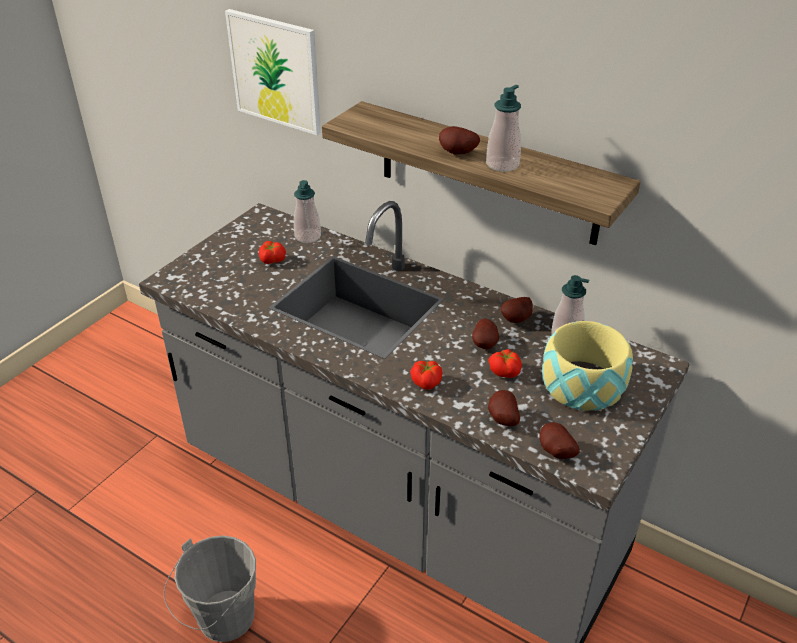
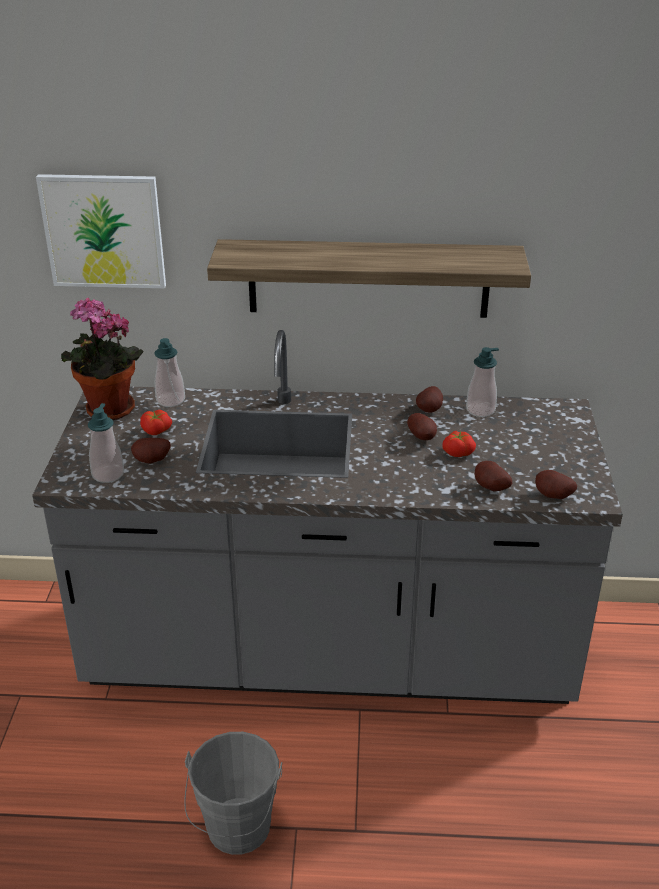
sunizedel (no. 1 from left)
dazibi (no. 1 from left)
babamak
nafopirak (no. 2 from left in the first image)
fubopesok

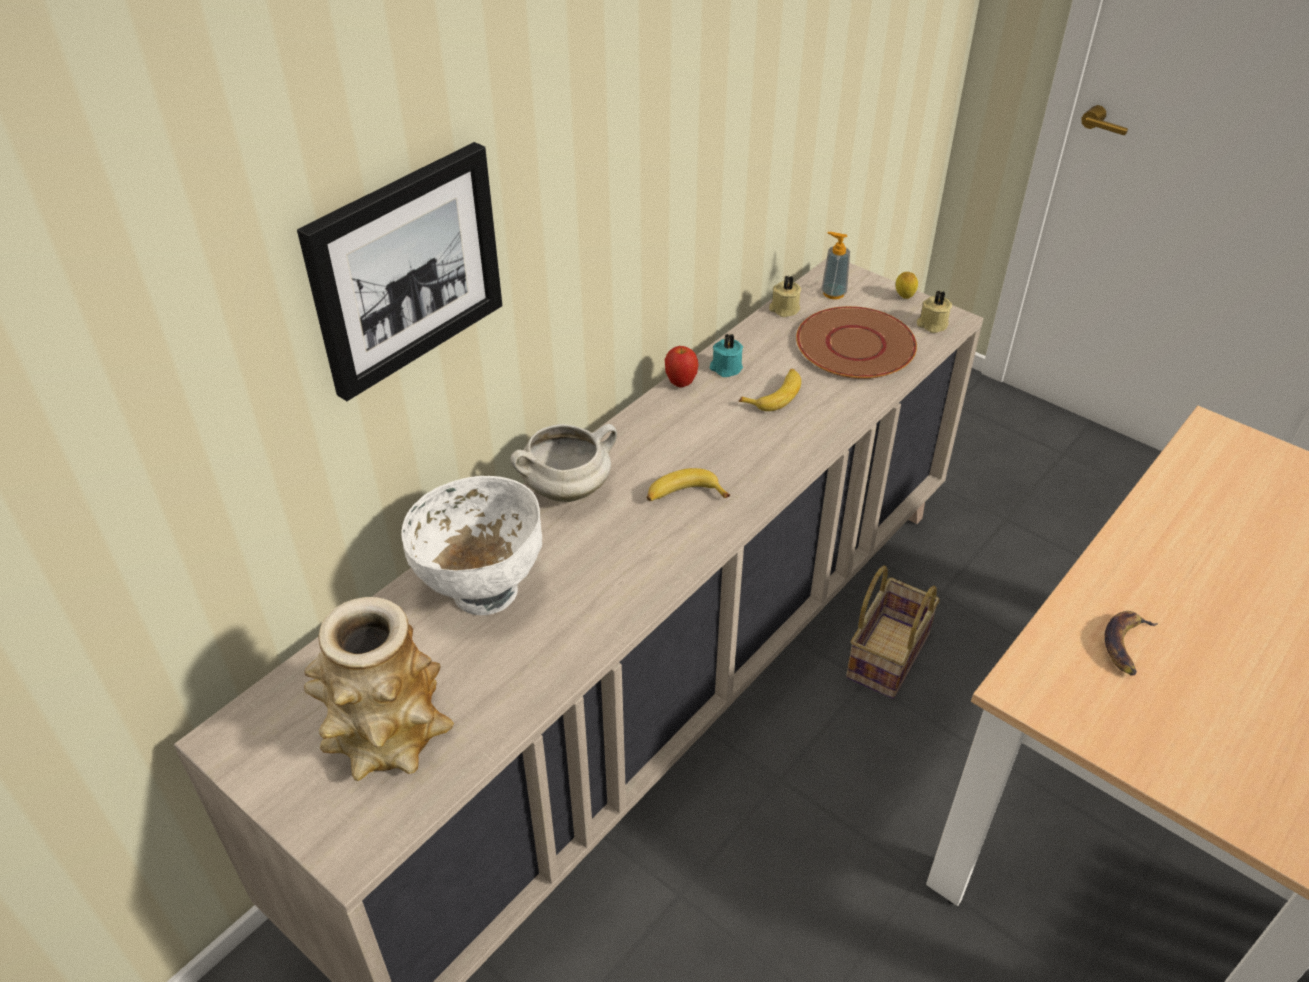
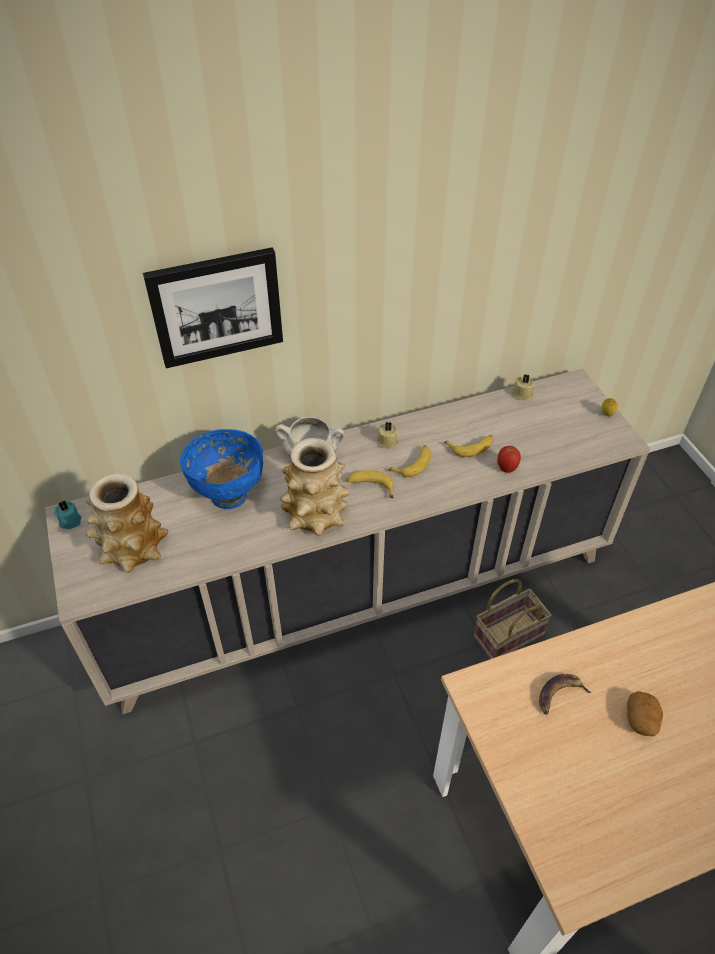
sunizedel
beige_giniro (no. 1 from left)
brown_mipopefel
turquoise_giniro
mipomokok
blue_babamak
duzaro (no. 2 from left)
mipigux (no. 2 from left)
dazibi

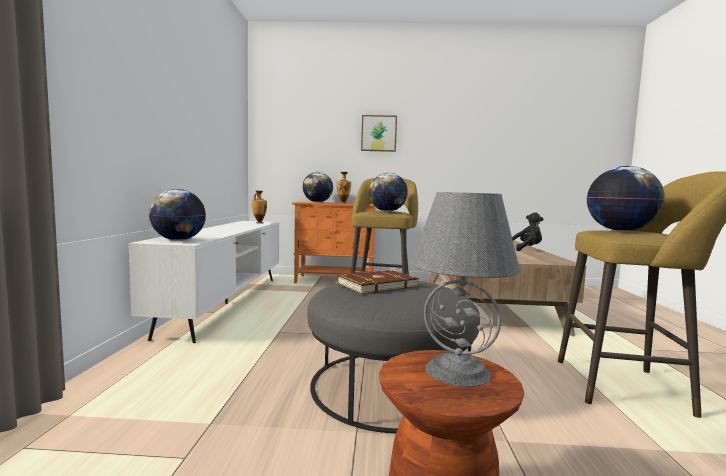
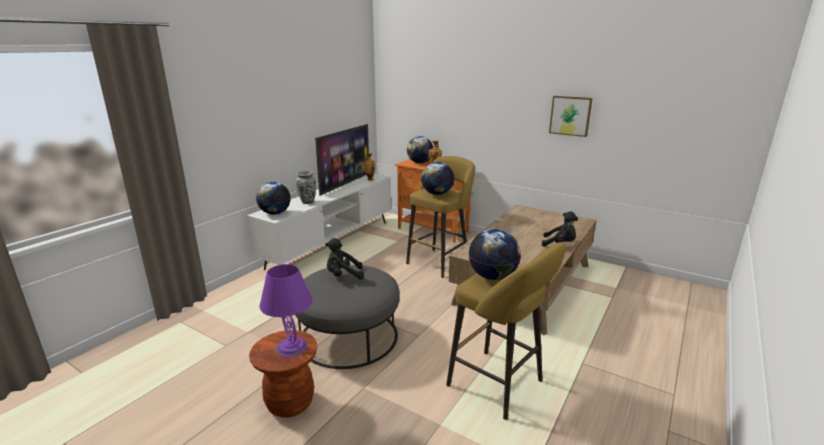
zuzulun
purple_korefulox
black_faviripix (no. 1 from left)
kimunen
duzaro (no. 1 from left)

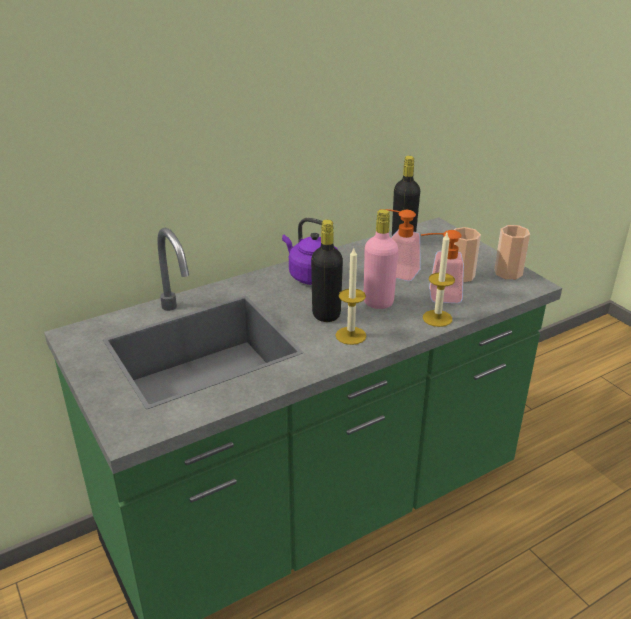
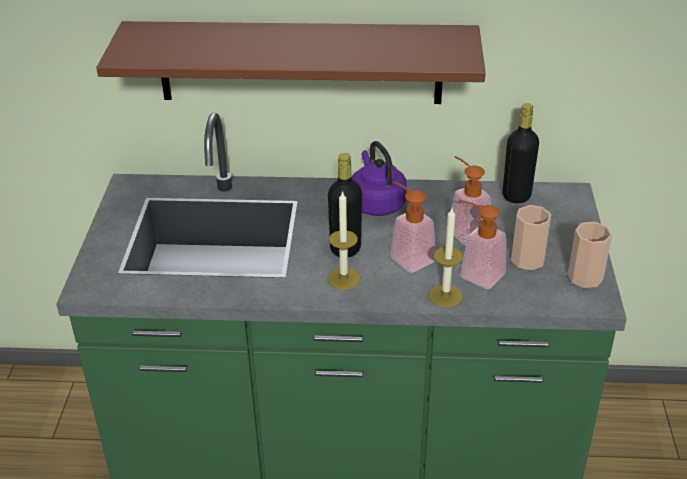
sunizedel (no. 1 from left)
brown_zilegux

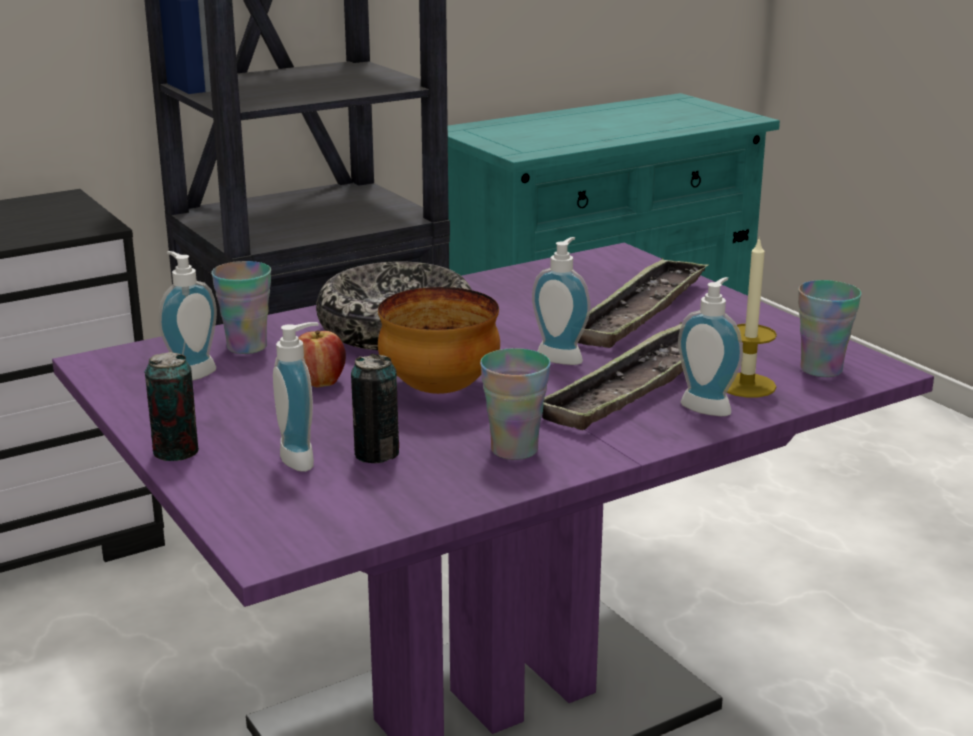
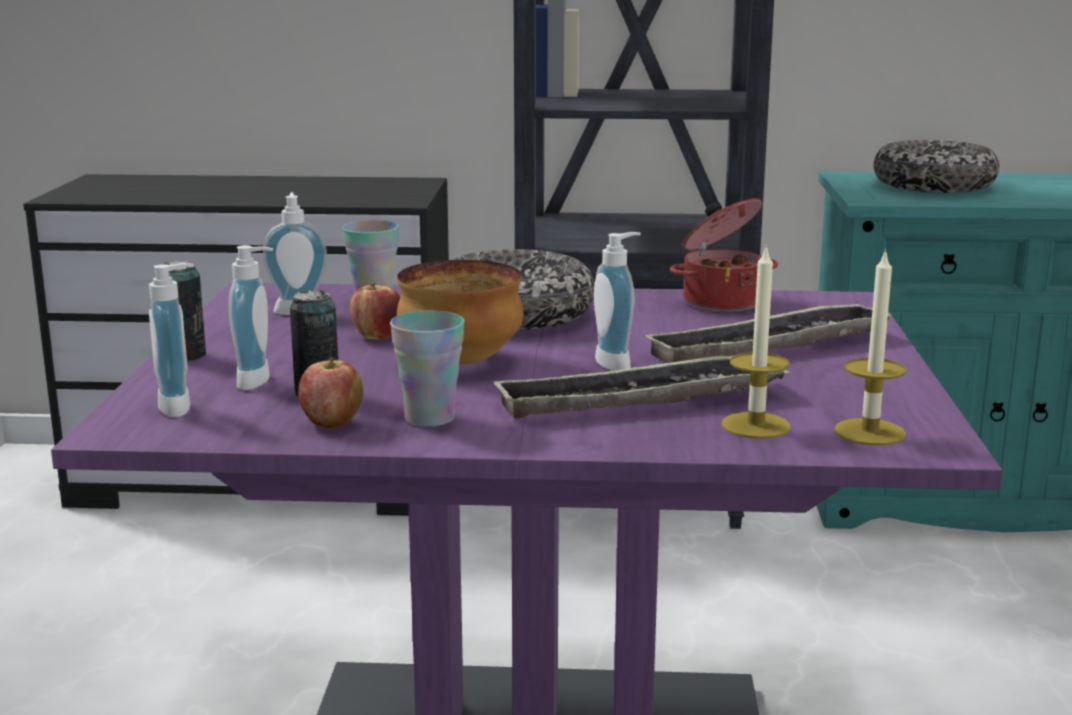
sunizedel (no. 1 from left)
giniro (no. 2 from left)
babamak (no. 3 from left)
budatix
mipomokok (no. 1 from left)

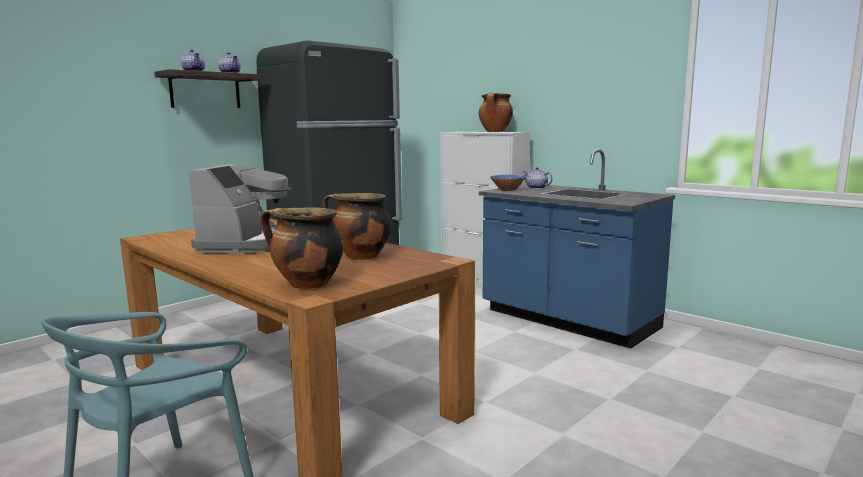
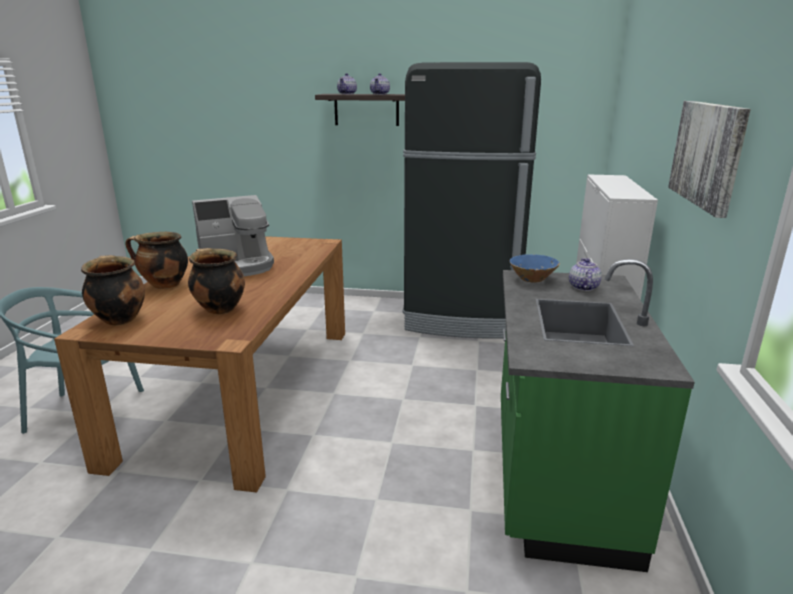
budatix (no. 2 from left)
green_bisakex
zuzulun

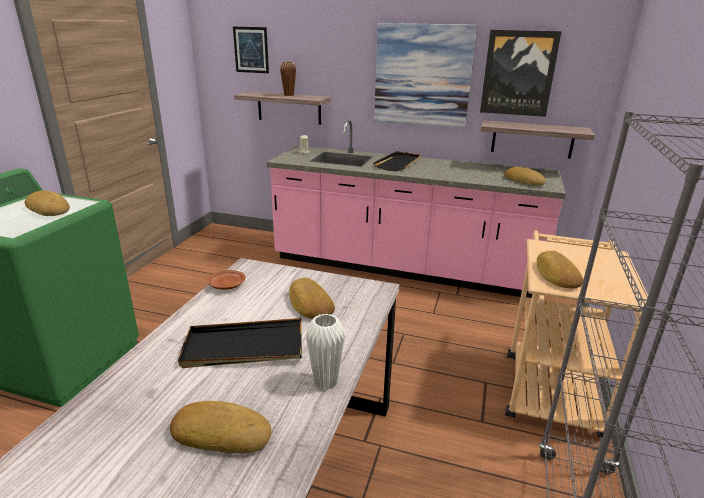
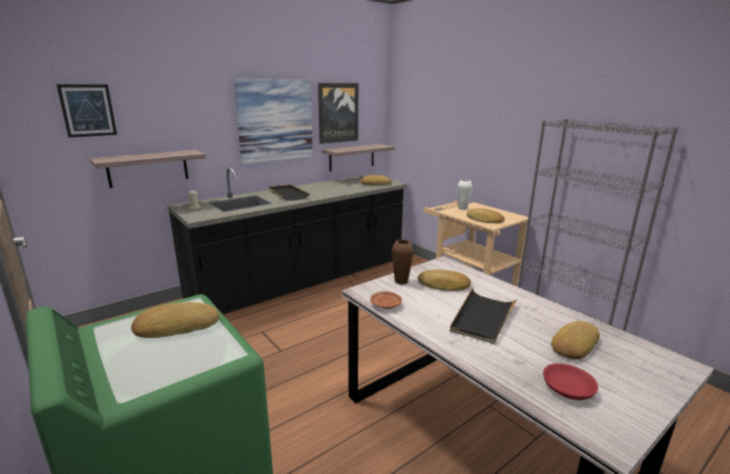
brown_duzaro
black_bisakex
white_duzaro
red_babamak

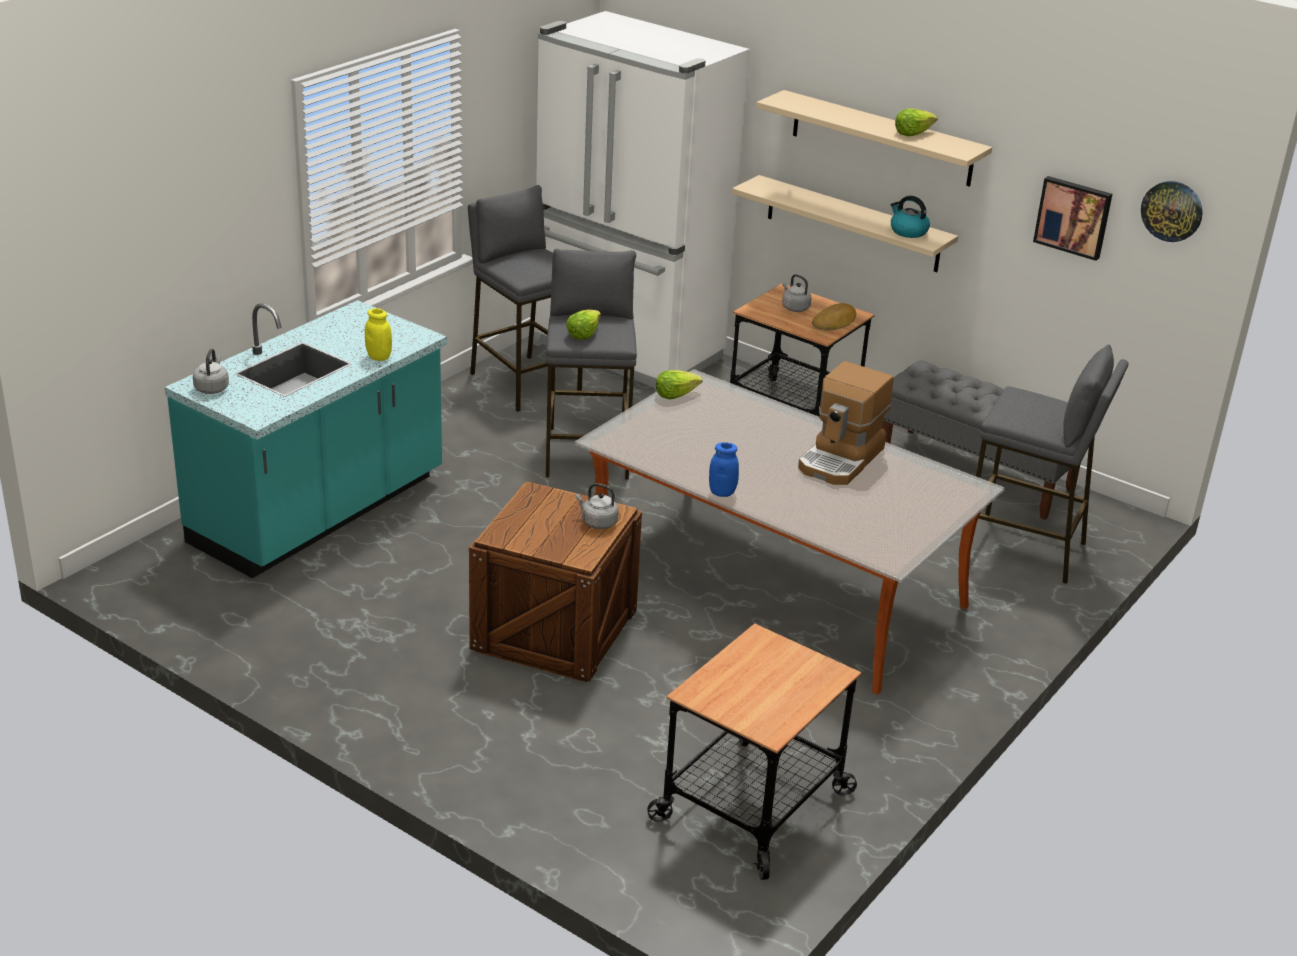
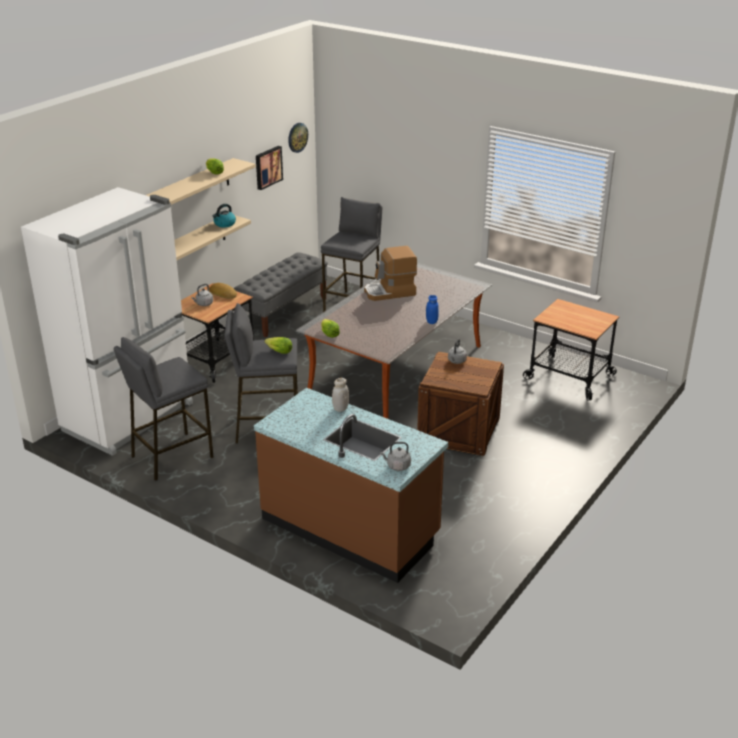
brown_bisakex
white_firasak
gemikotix

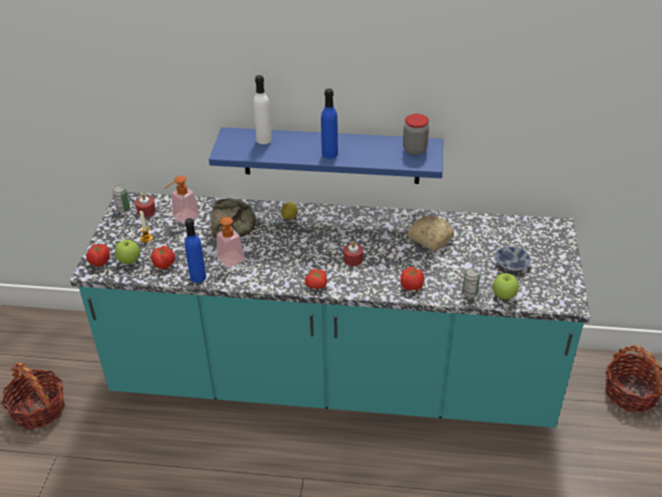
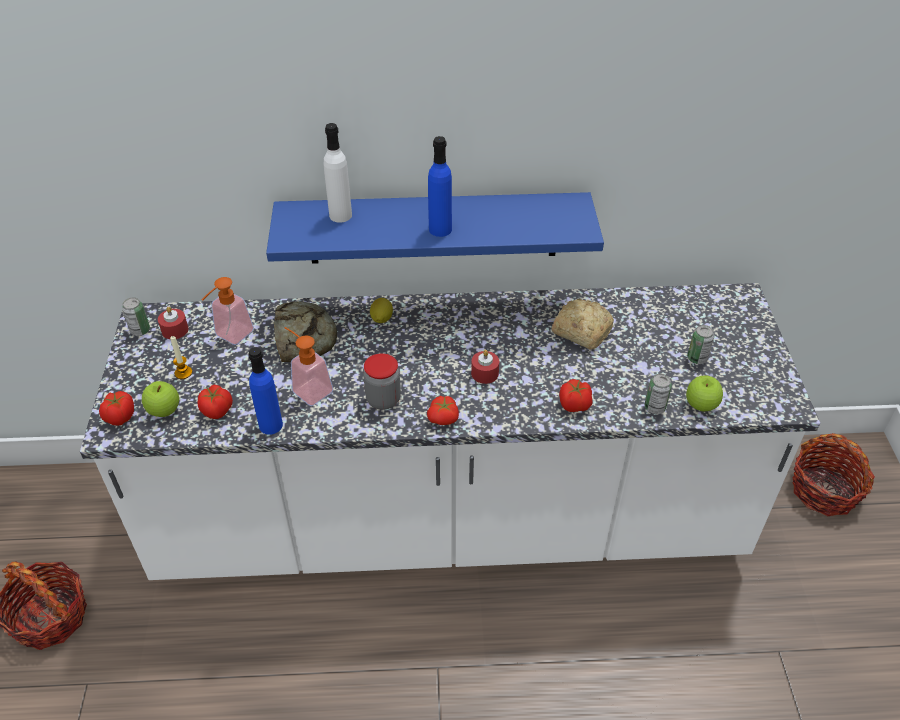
firasak
white_bisakex
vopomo (no. 3 from left)

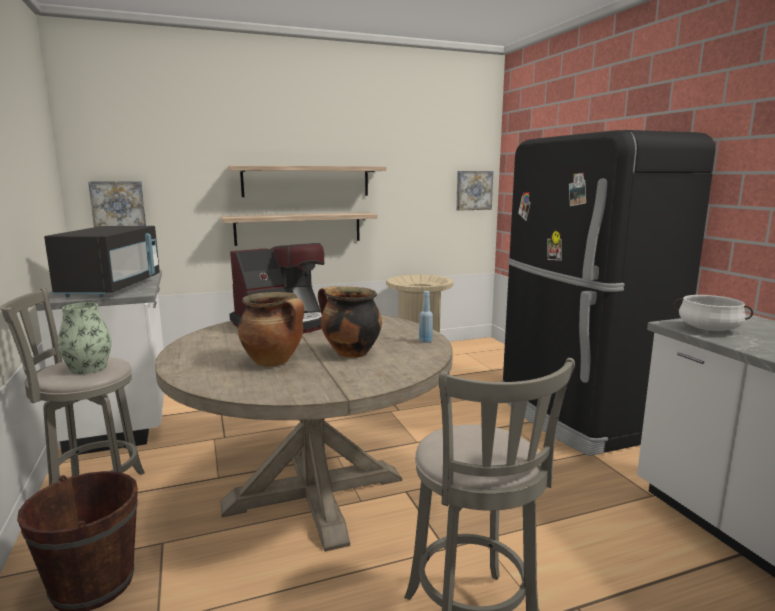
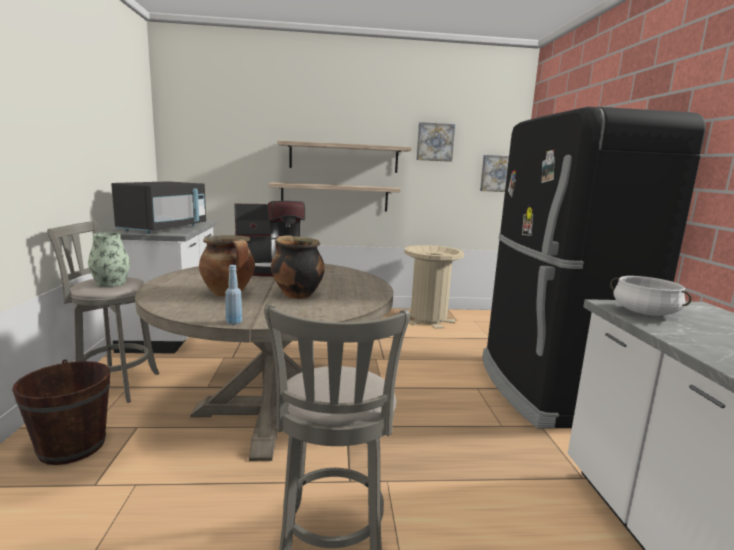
zuzulun (no. 1 from left)
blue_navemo

